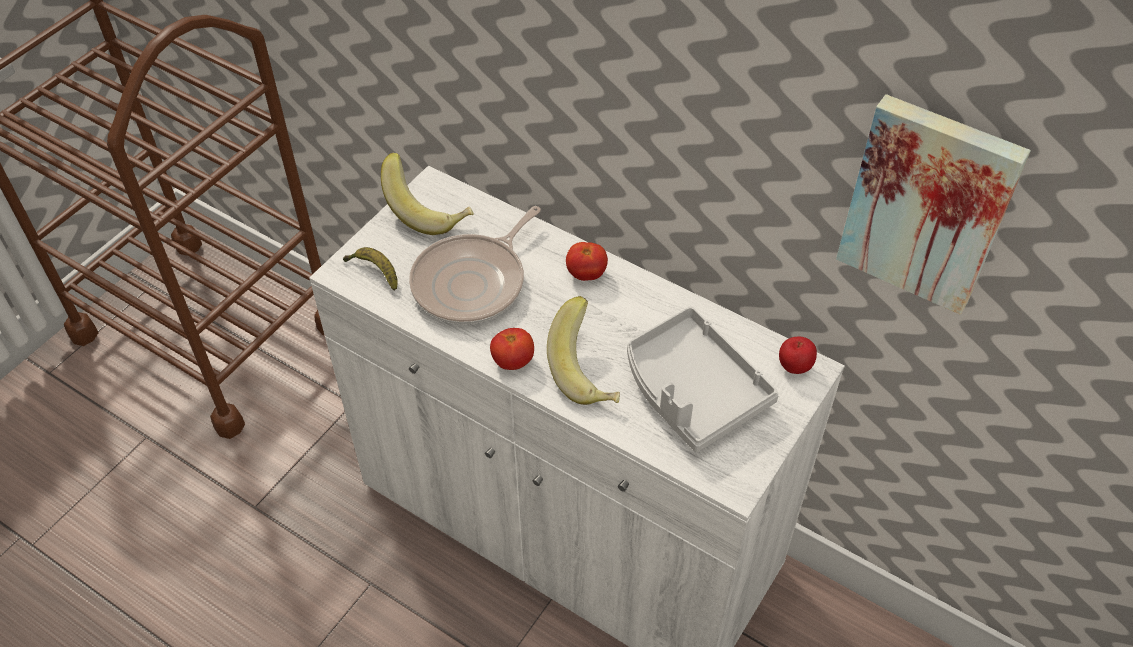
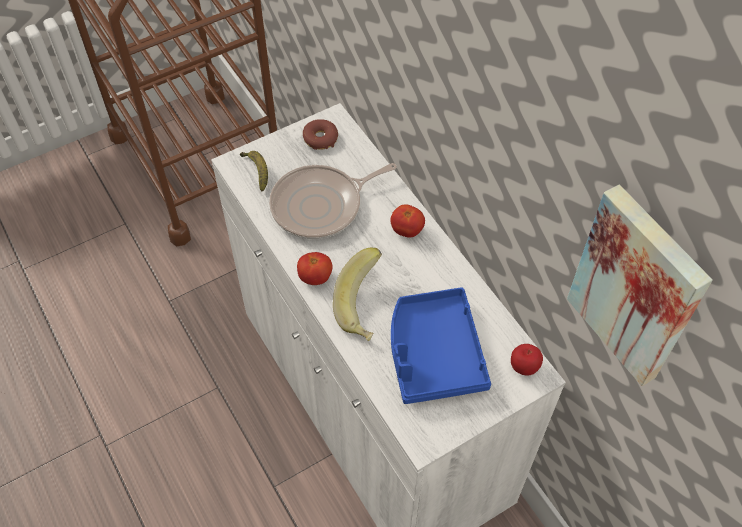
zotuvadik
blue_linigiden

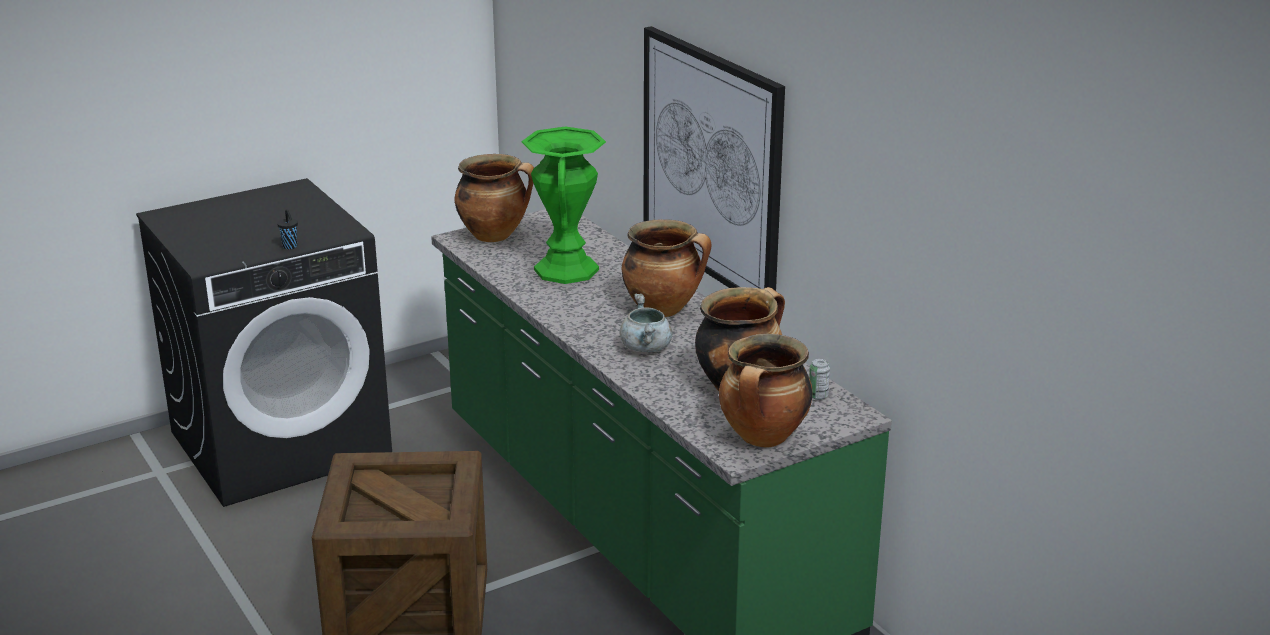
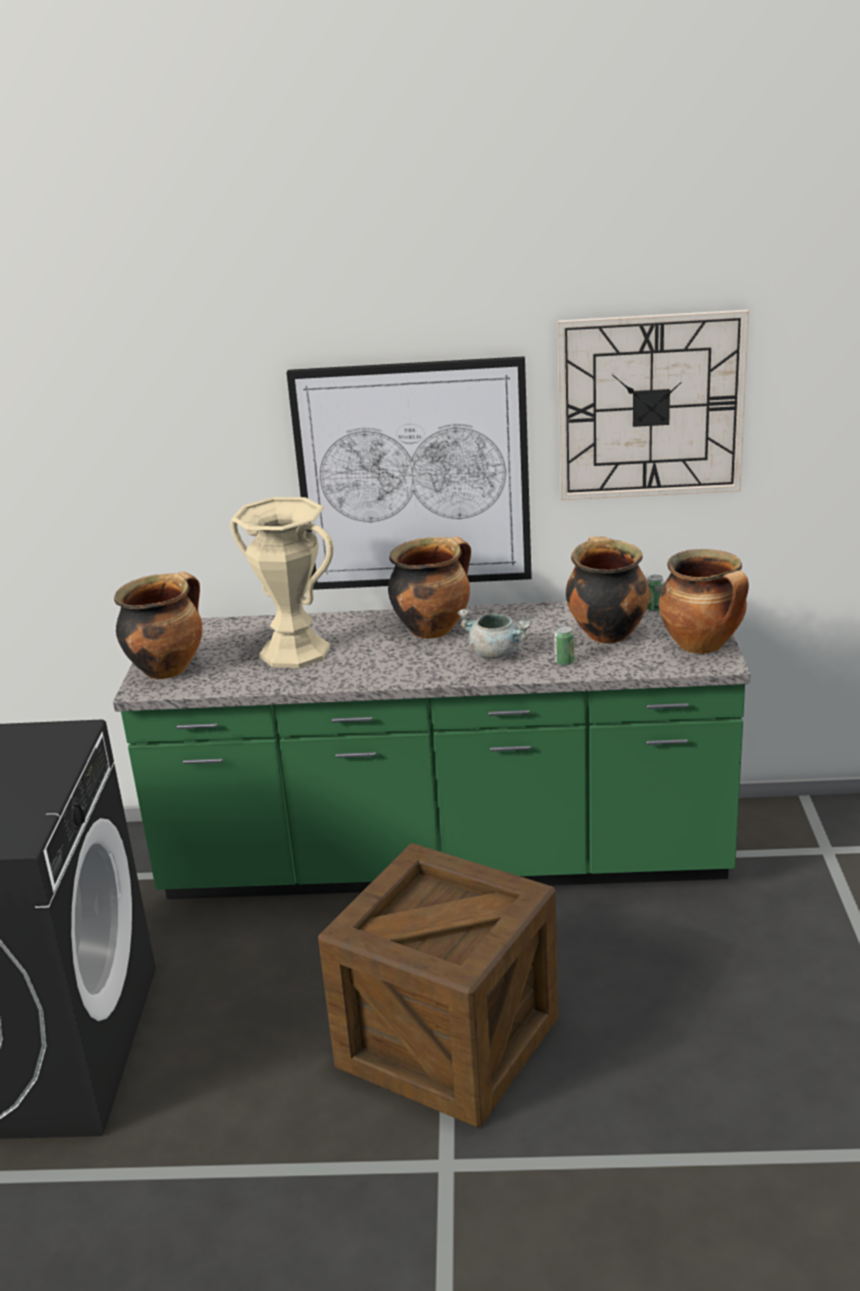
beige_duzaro
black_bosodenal
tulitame
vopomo (no. 1 from left)

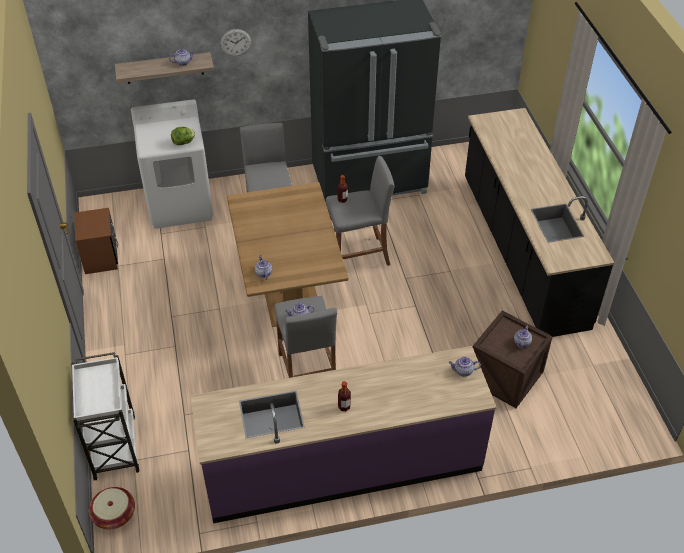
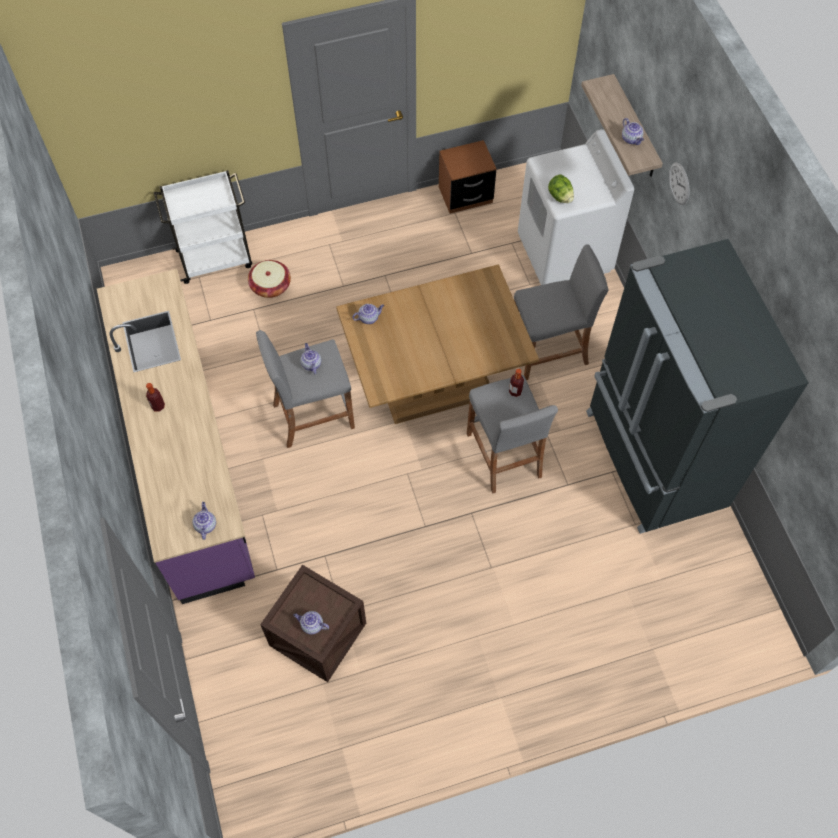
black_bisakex
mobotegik

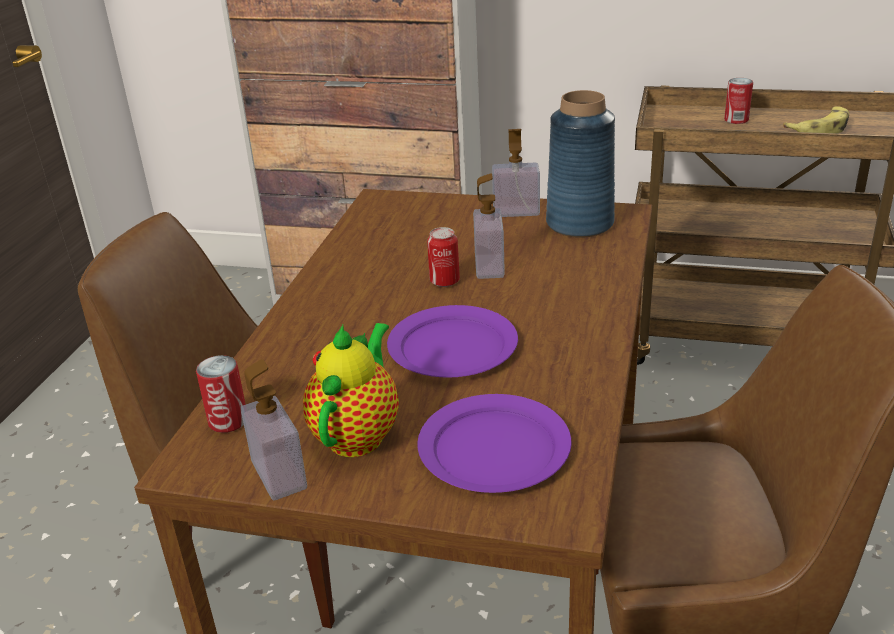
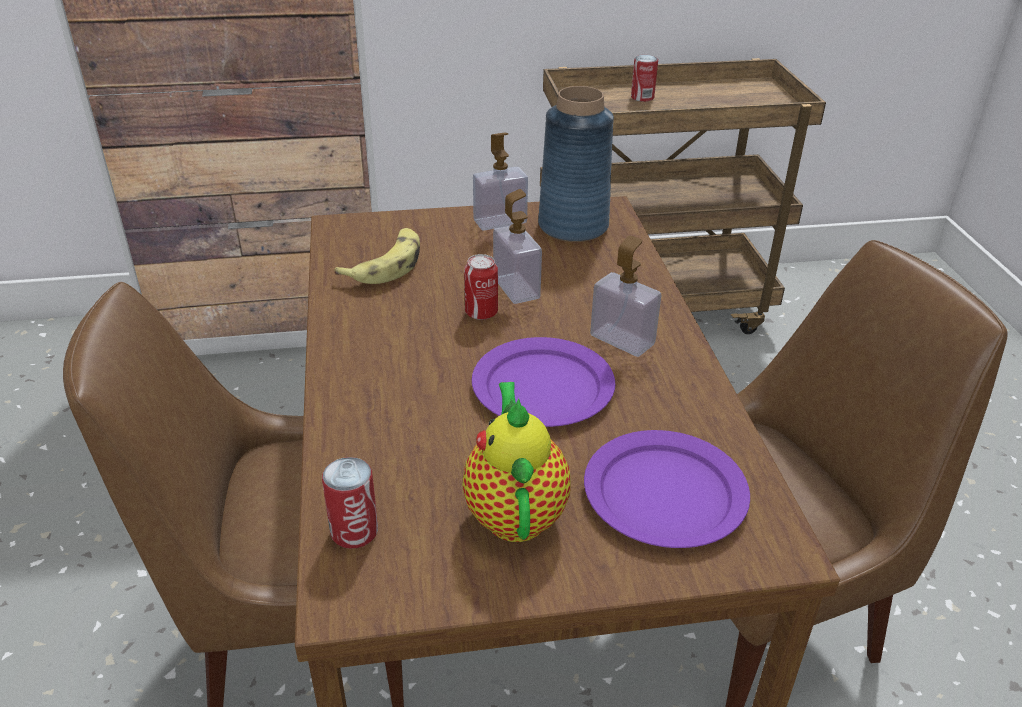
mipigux
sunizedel (no. 3 from left)

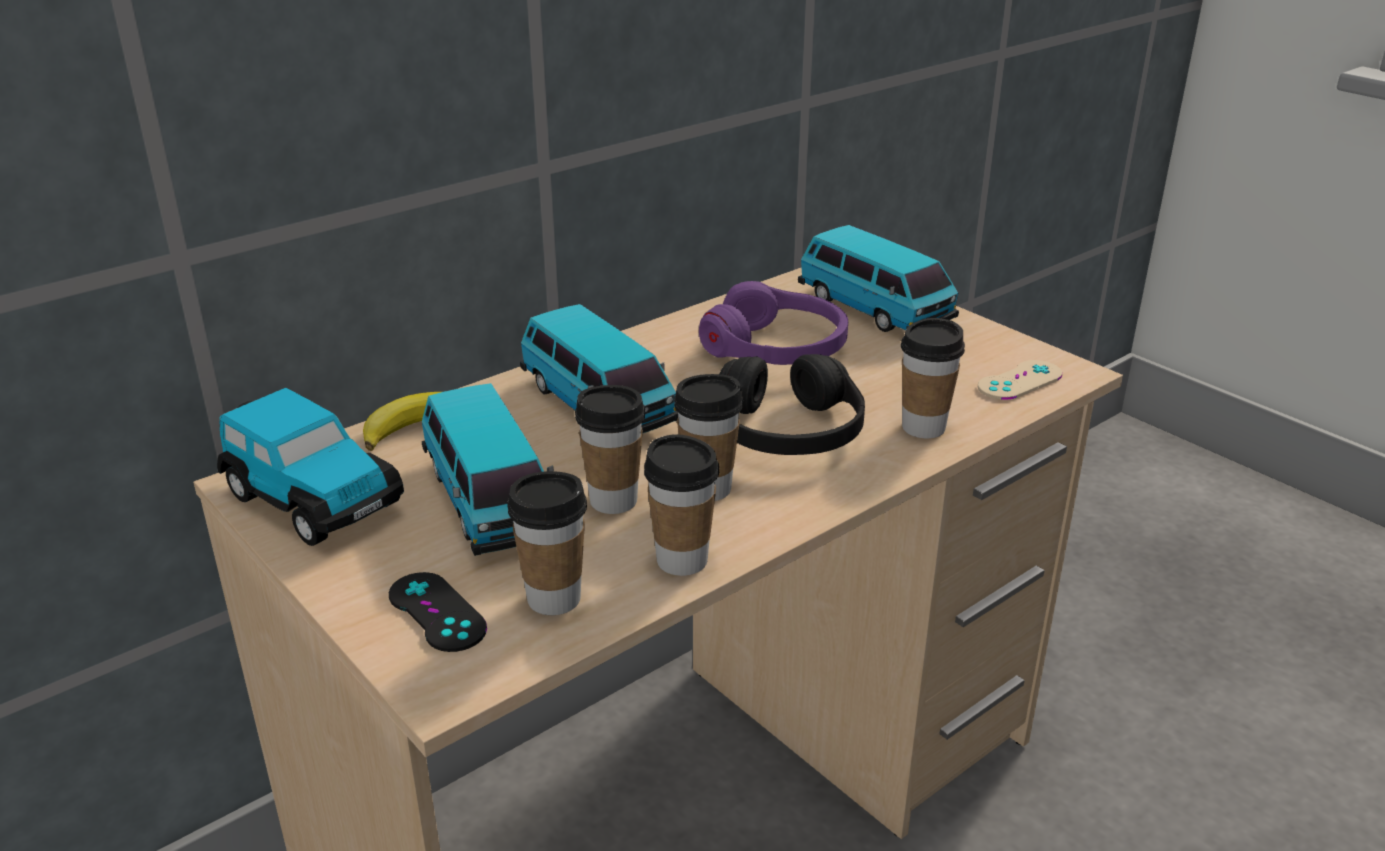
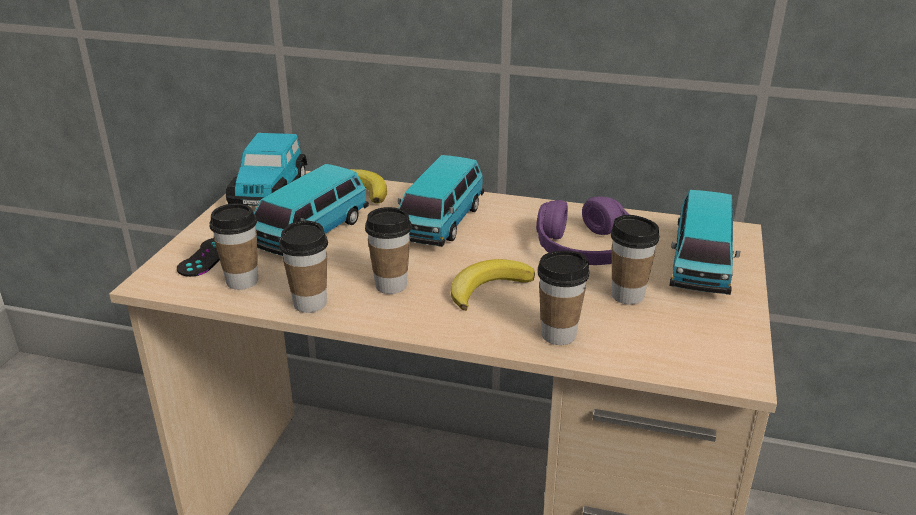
mipigux (no. 2 from left)
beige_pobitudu
bosodenal (no. 5 from left)

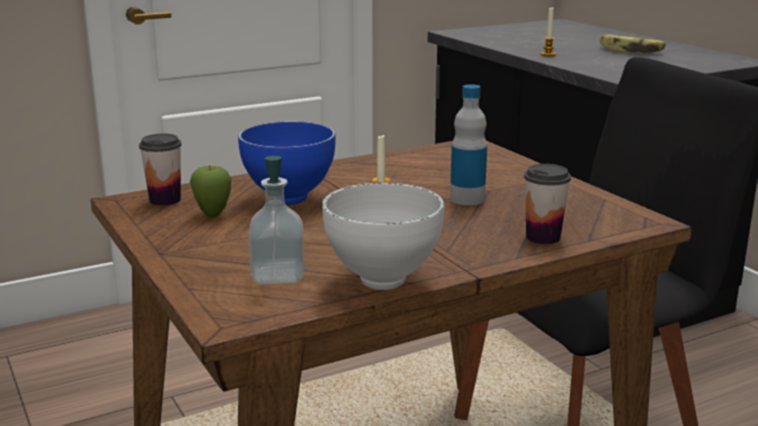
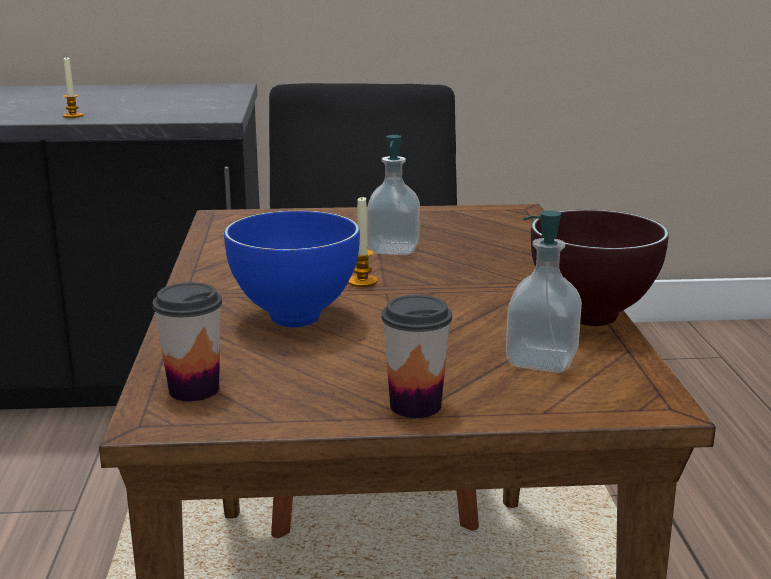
mipigux
sunizedel (no. 1 from left)
bosodenal (no. 2 from left)
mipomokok
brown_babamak

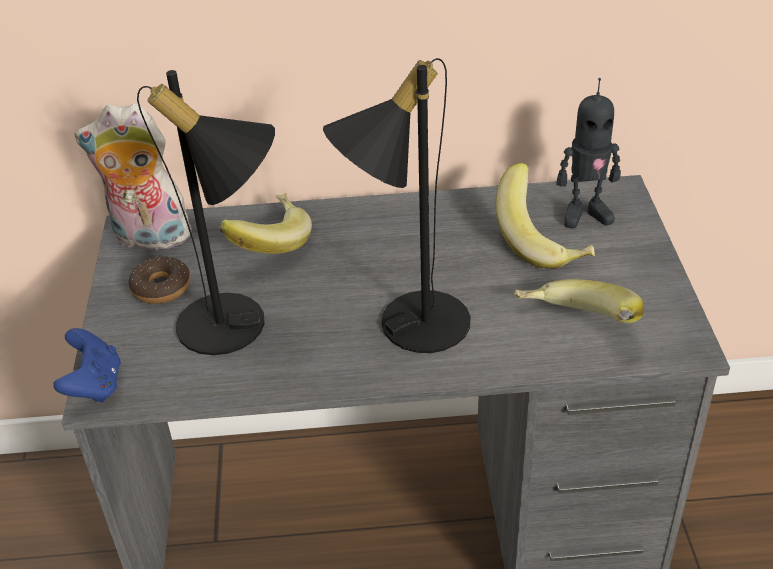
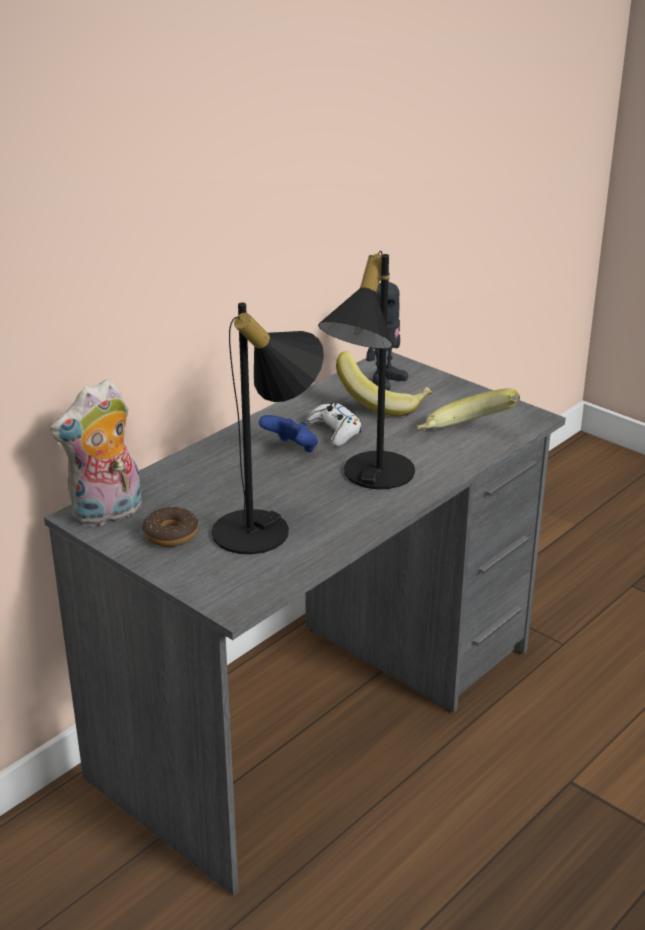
mipigux (no. 1 from left in the first image)
blue_pobitudu
white_pobitudu

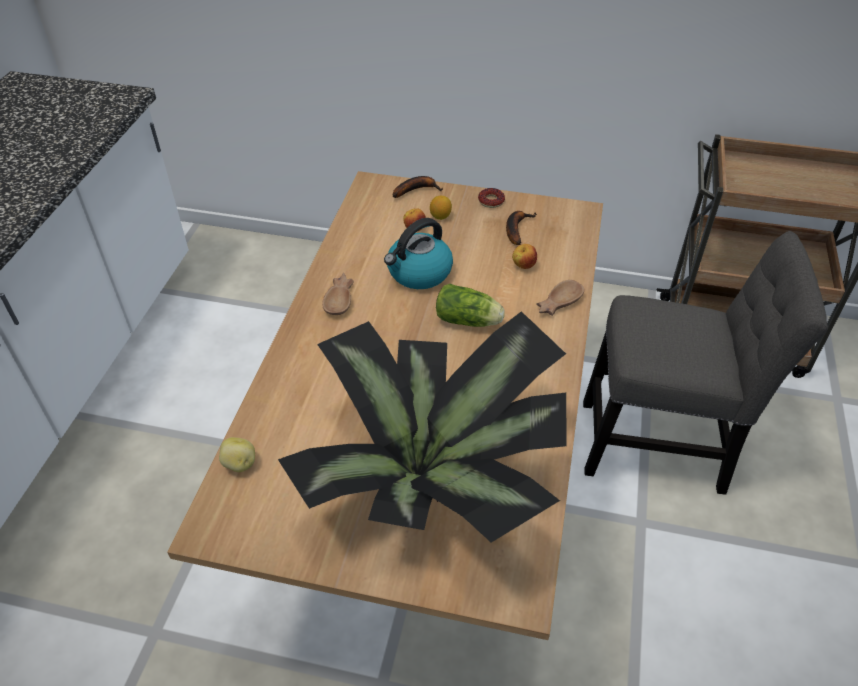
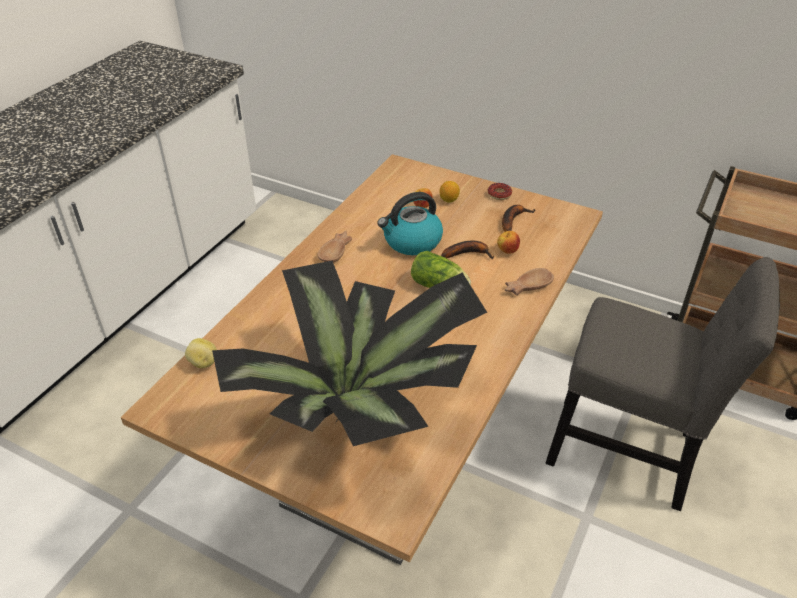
mipigux (no. 1 from left)

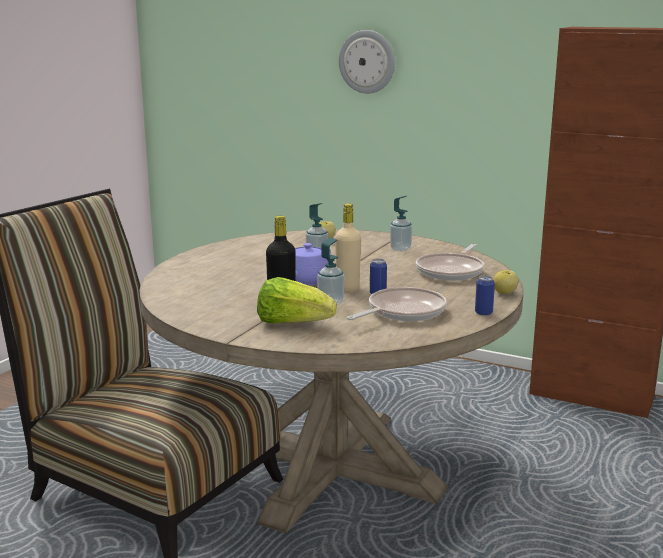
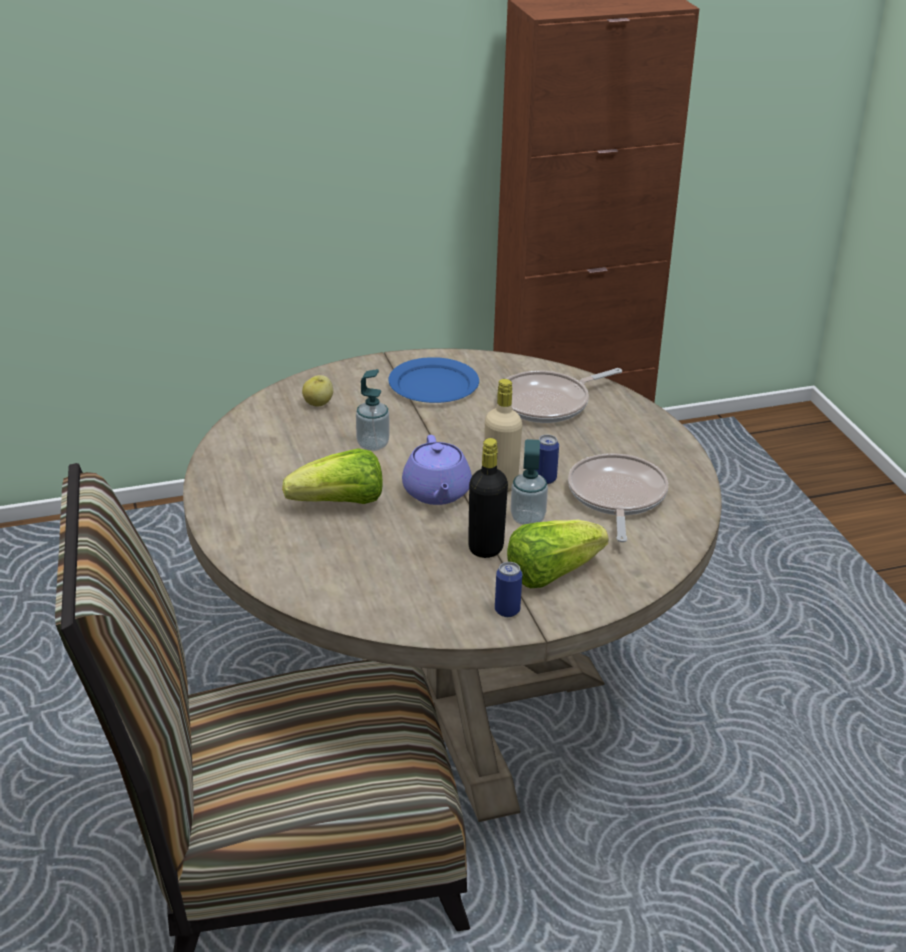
tulitame
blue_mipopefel
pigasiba (no. 1 from left)
mipomokok (no. 2 from left in the first image)
vopomo (no. 1 from left)
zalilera (no. 1 from left)

